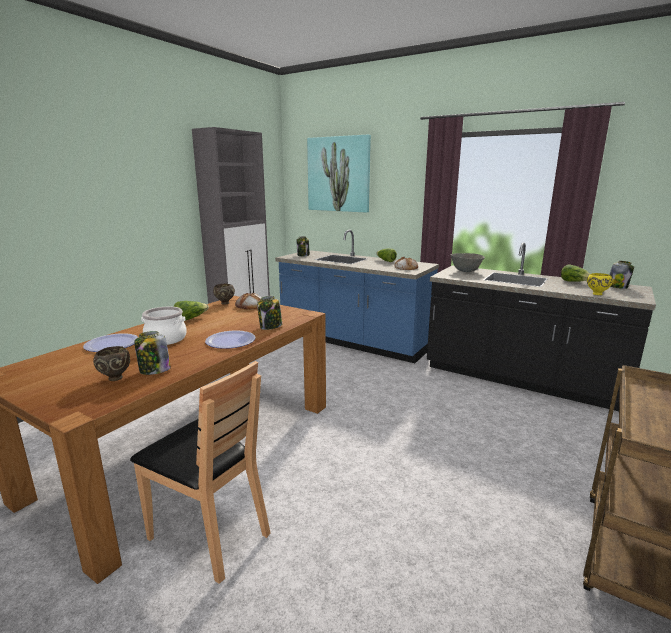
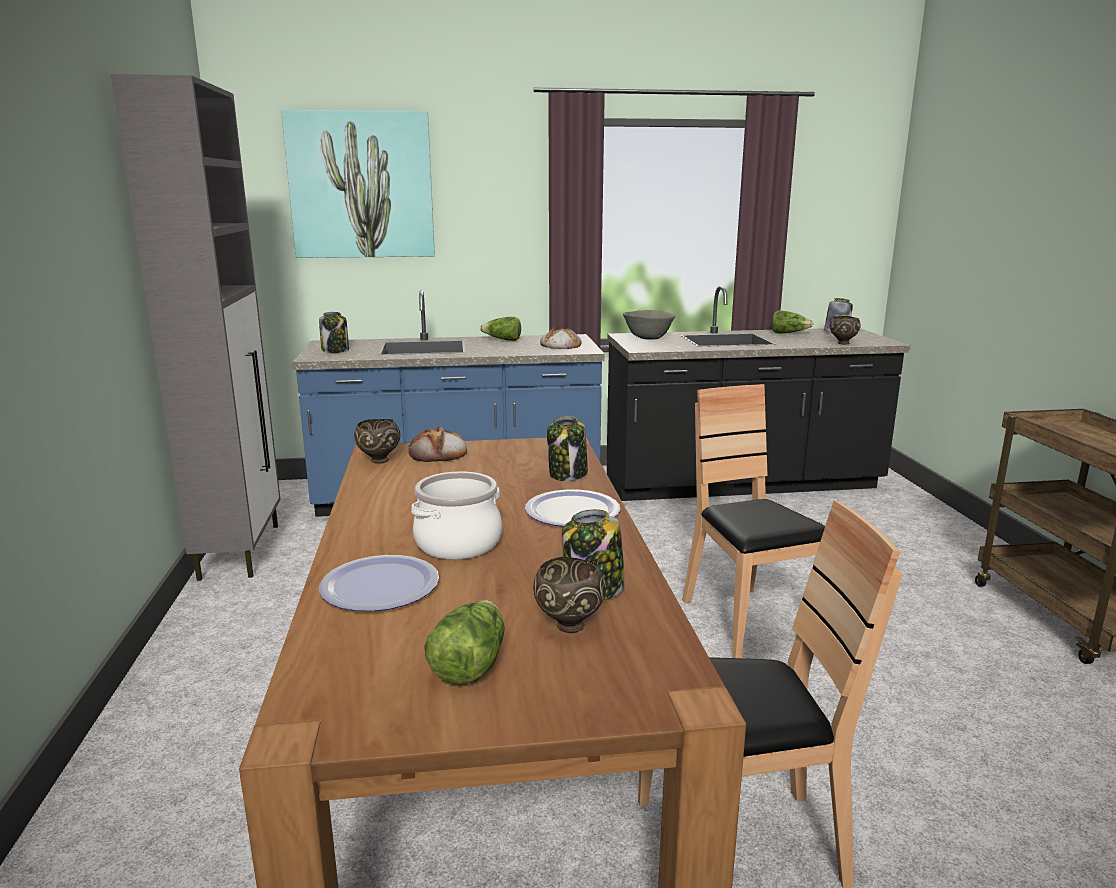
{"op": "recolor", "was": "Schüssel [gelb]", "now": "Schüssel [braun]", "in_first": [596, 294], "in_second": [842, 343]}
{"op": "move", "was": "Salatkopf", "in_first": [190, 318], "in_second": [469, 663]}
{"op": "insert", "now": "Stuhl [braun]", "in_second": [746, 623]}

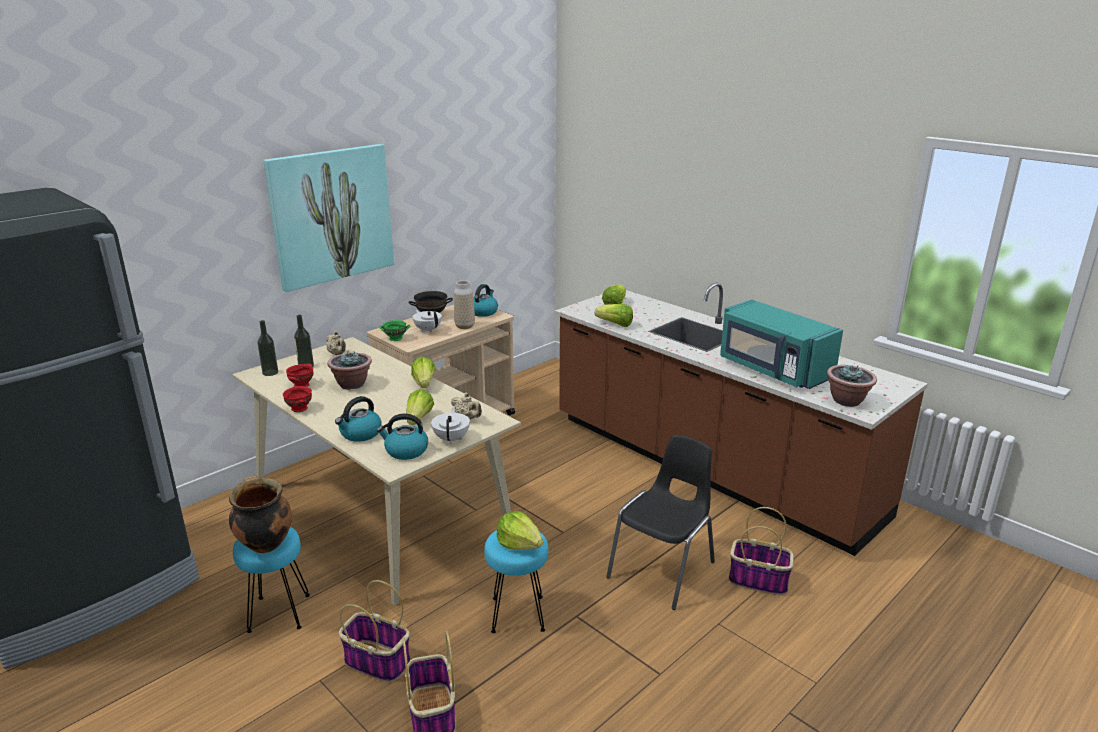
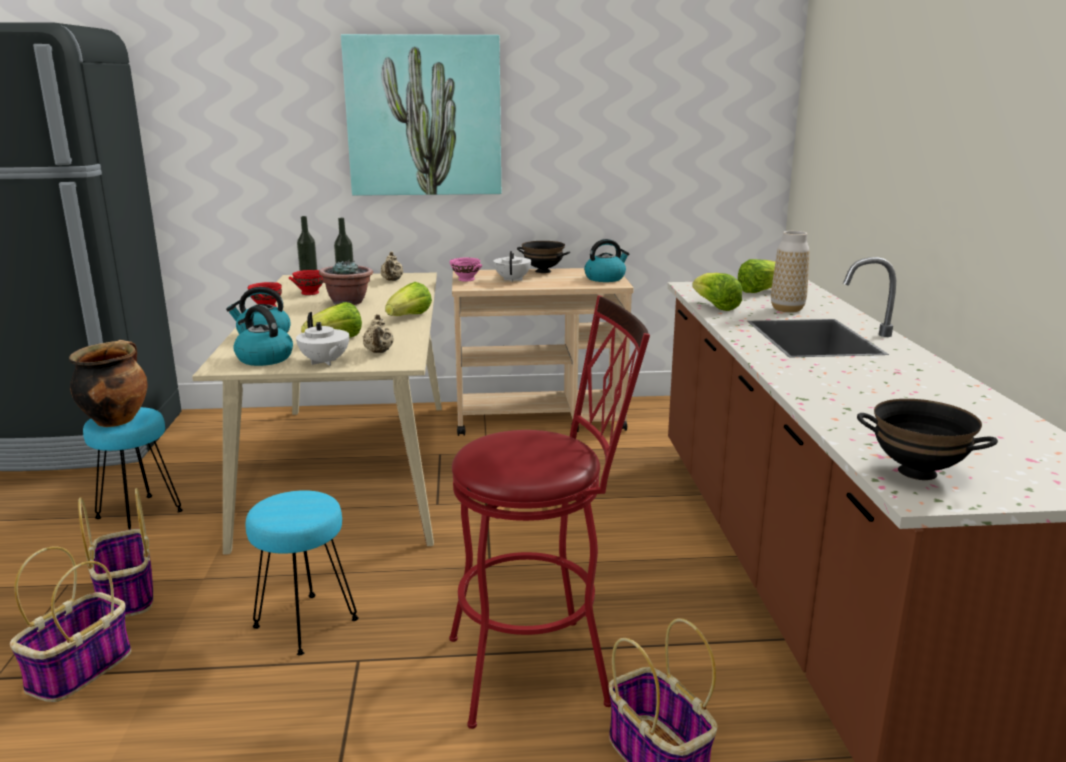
{"op": "move", "was": "Vase", "in_first": [464, 326], "in_second": [787, 309]}
{"op": "delete", "was": "Mikrowelle [türkis]", "in_first": [772, 369]}
{"op": "recolor", "was": "Schüssel [grün]", "now": "Schüssel [rosa]", "in_first": [396, 338], "in_second": [466, 279]}
{"op": "replace", "was": "Topfpflanze", "now": "Schüssel [schwarz]", "in_first": [847, 401], "in_second": [918, 472]}
{"op": "rotate", "was": "Teekanne [weiß]", "in_first": [452, 439], "in_second": [324, 362], "clockwise": 105}
{"op": "replace", "was": "Stuhl [schwarz]", "now": "Hocker [rot]", "in_first": [663, 569], "in_second": [542, 668]}
{"op": "delete", "was": "Salatkopf", "in_first": [519, 544]}

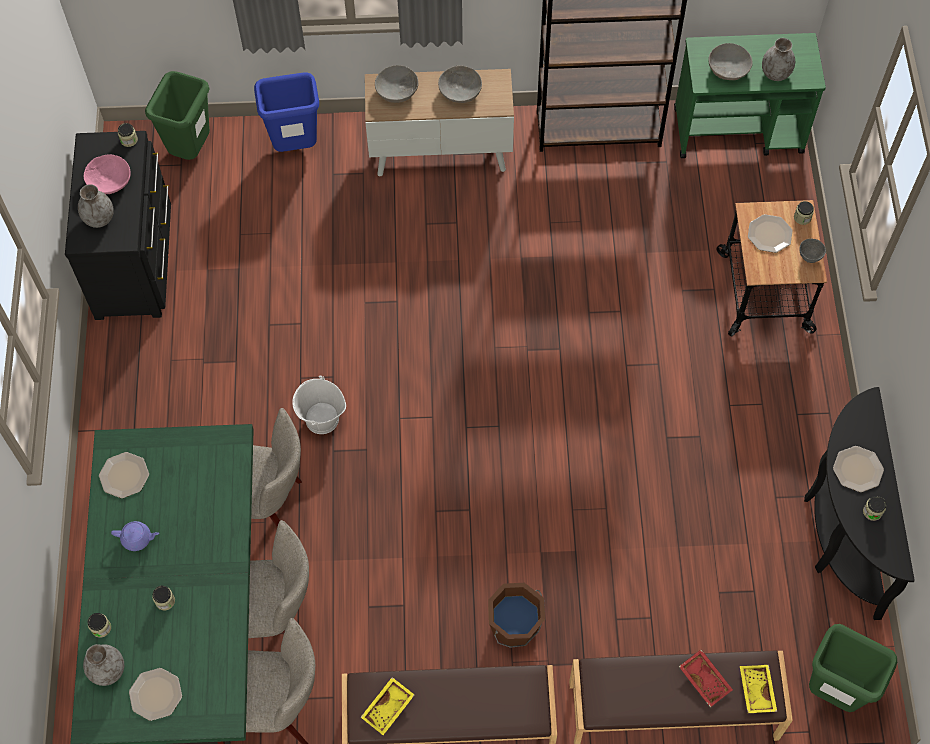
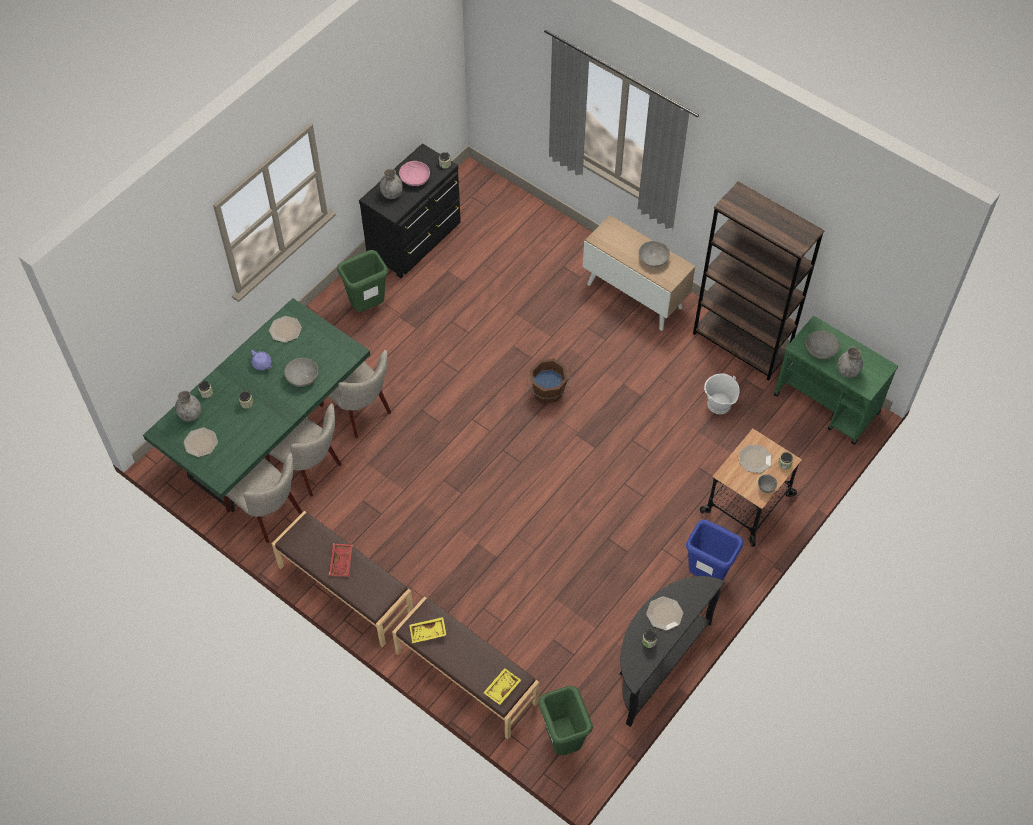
{"op": "move", "was": "Schüssel [grau]", "in_first": [397, 91], "in_second": [302, 377]}
{"op": "move", "was": "Mülleimer [grün]", "in_first": [191, 150], "in_second": [368, 306]}
{"op": "move", "was": "Mülleimer [blau]", "in_first": [296, 147], "in_second": [707, 575]}
{"op": "move", "was": "Eimer [weiß]", "in_first": [321, 419], "in_second": [718, 404]}
{"op": "move", "was": "Eimer [braun]", "in_first": [515, 626], "in_second": [548, 392]}
{"op": "move", "was": "Tablett [rot]", "in_first": [705, 679], "in_second": [342, 562]}
{"op": "move", "was": "Tablett [gelb]", "in_first": [388, 708], "in_second": [428, 633]}

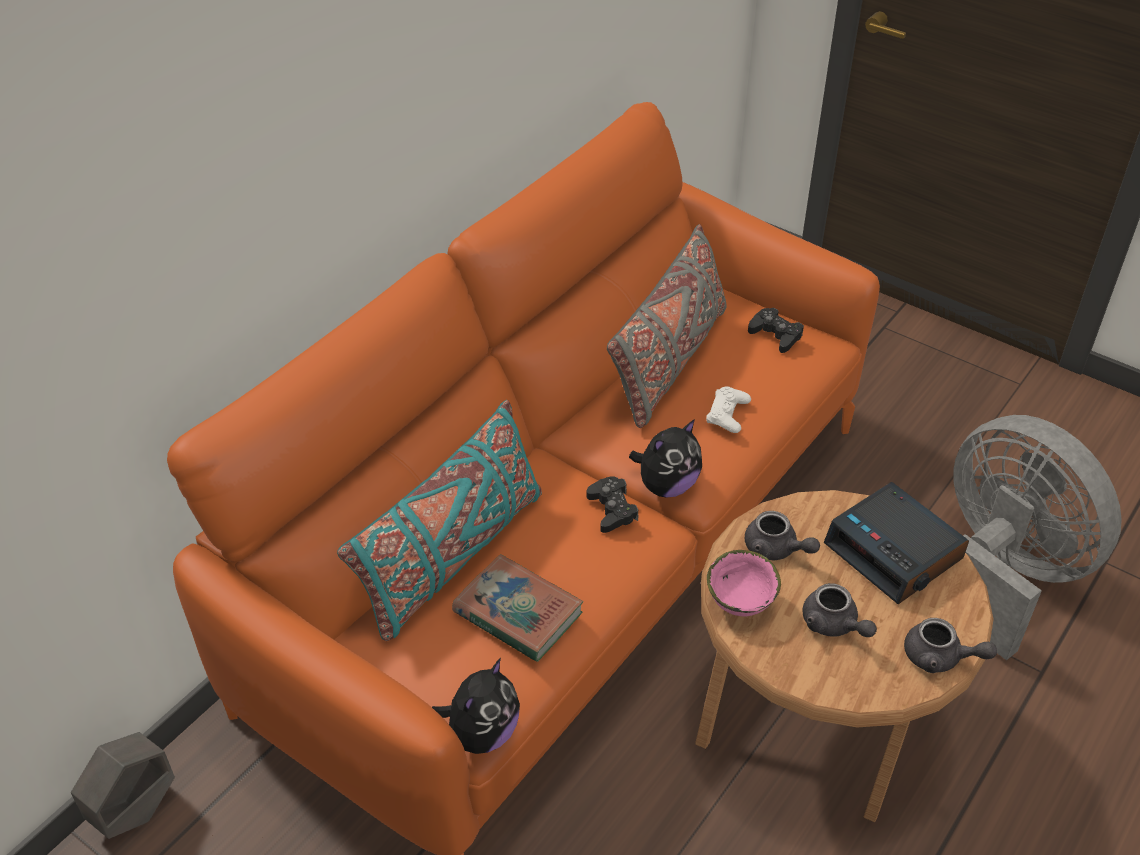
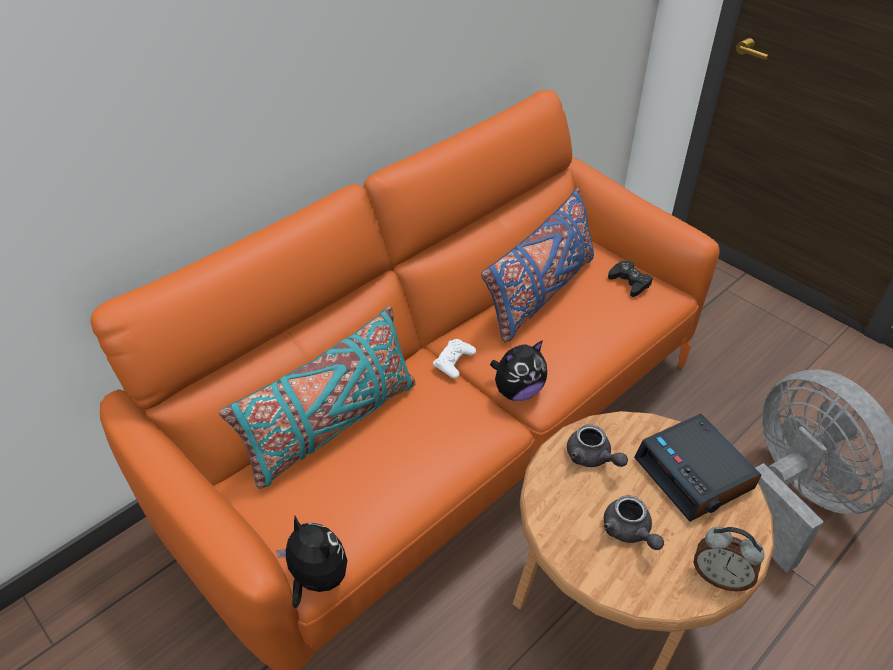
{"op": "recolor", "was": "Kissen [grau]", "now": "Kissen [blau]", "in_first": [668, 363], "in_second": [539, 294]}
{"op": "move", "was": "Gamepad [weiß]", "in_first": [728, 414], "in_second": [454, 361]}
{"op": "delete", "was": "Gamepad [schwarz]", "in_first": [612, 510]}
{"op": "delete", "was": "Schüssel [rosa]", "in_first": [741, 603]}
{"op": "delete", "was": "Buch", "in_first": [517, 613]}
{"op": "replace", "was": "Teekanne [grau]", "now": "Wecker", "in_first": [940, 658], "in_second": [719, 577]}
{"op": "rotate", "was": "Plüschtier", "in_first": [481, 733], "in_second": [316, 579], "clockwise": -90}
{"op": "delete", "was": "Pflanzkübel [grau]", "in_first": [136, 811]}

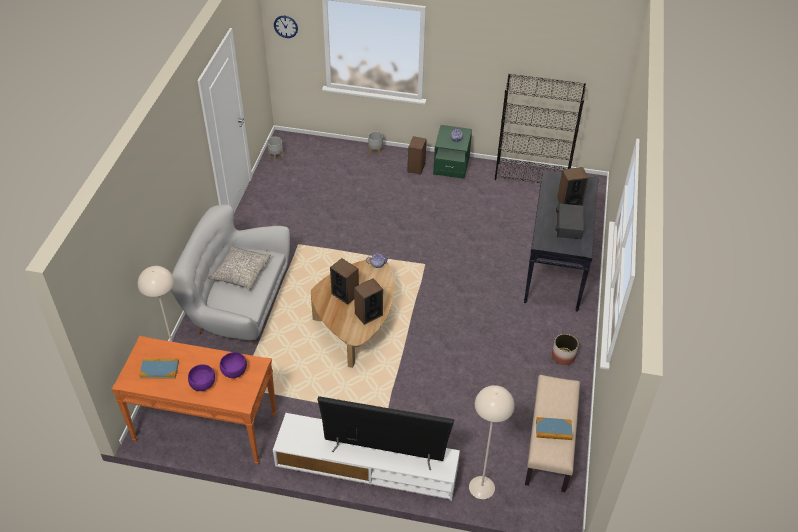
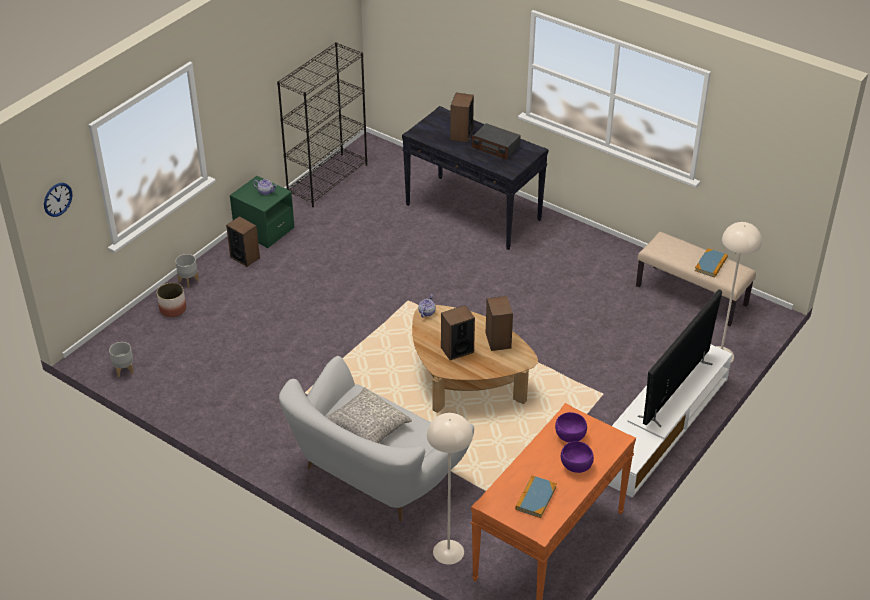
{"op": "move", "was": "Pflanzkübel", "in_first": [563, 356], "in_second": [173, 309]}

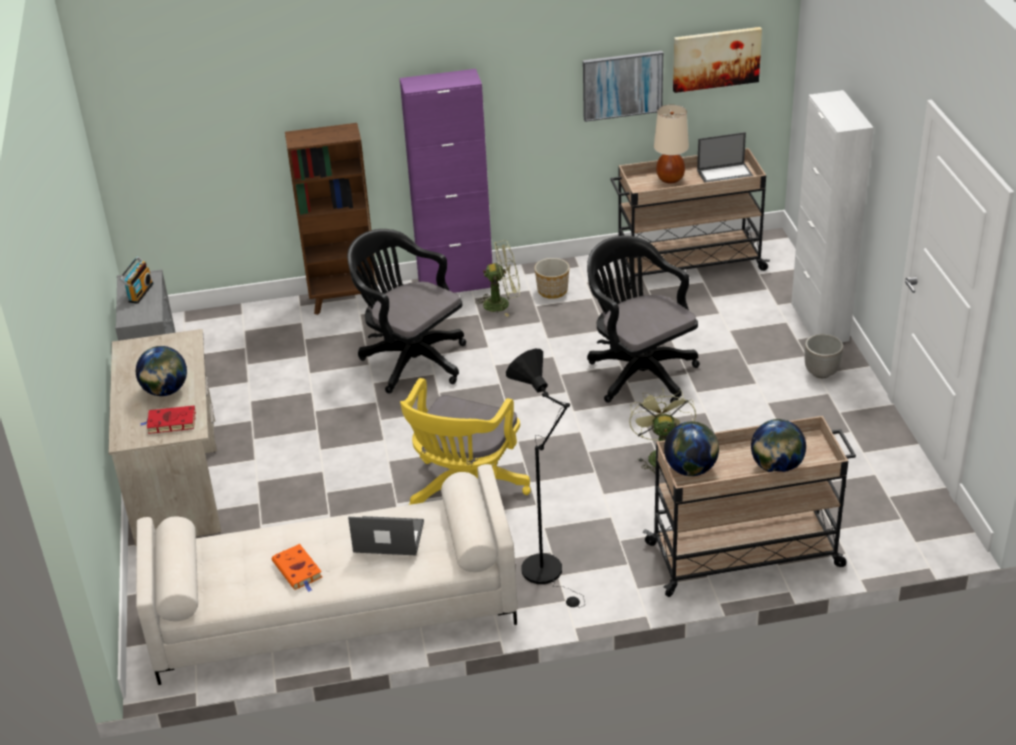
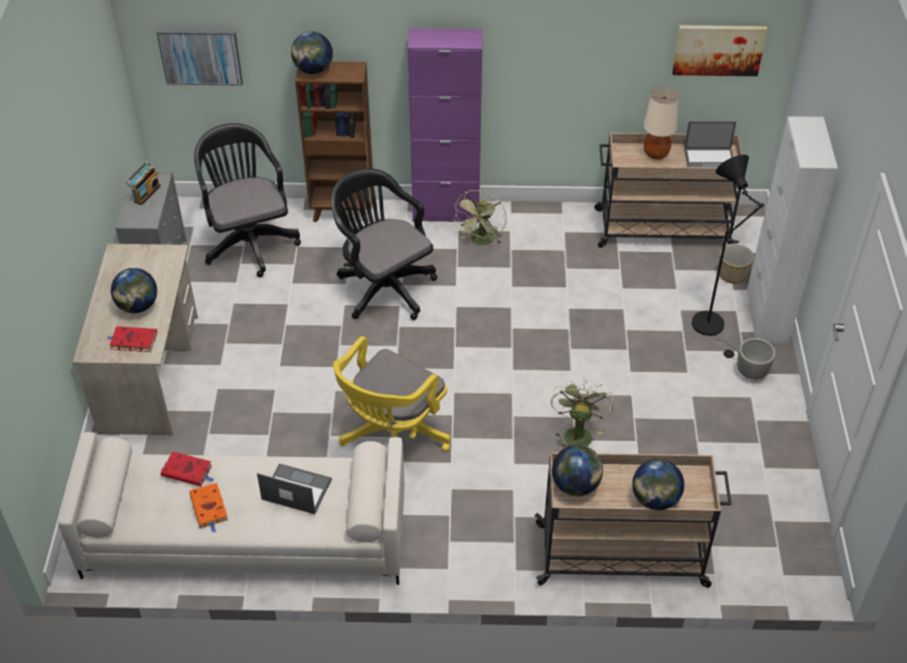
{"op": "move", "was": "Bild", "in_first": [622, 85], "in_second": [200, 56]}
{"op": "move", "was": "Bürostuhl [schwarz]", "in_first": [638, 372], "in_second": [249, 241]}
{"op": "rotate", "was": "Ventilator [grün]", "in_first": [502, 303], "in_second": [481, 241], "clockwise": 105}
{"op": "move", "was": "Pflanzkübel", "in_first": [553, 290], "in_second": [732, 274]}
{"op": "move", "was": "Stehlampe [schwarz]", "in_first": [548, 574], "in_second": [712, 328]}
{"op": "insert", "now": "Globus", "in_second": [313, 70]}
{"op": "insert", "now": "Buch [rot]", "in_second": [188, 471]}

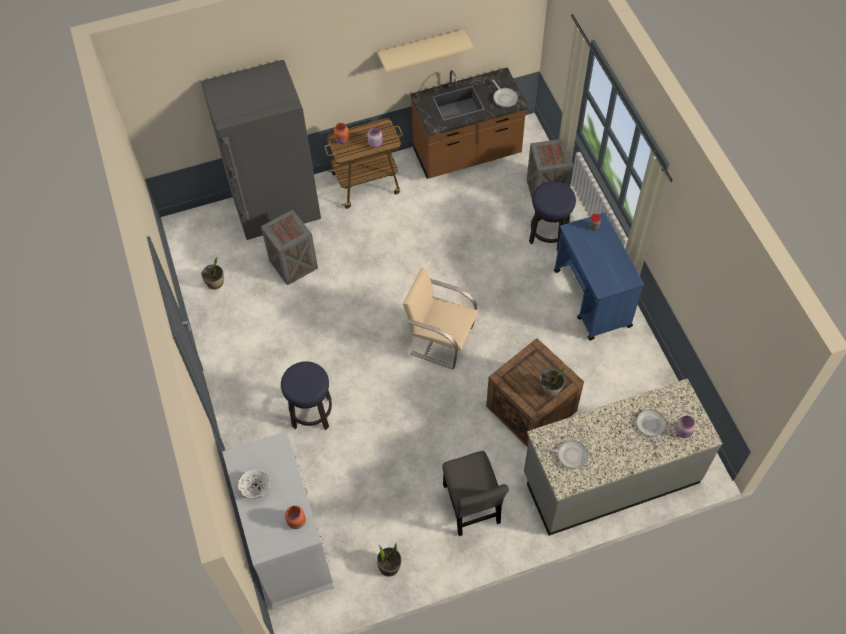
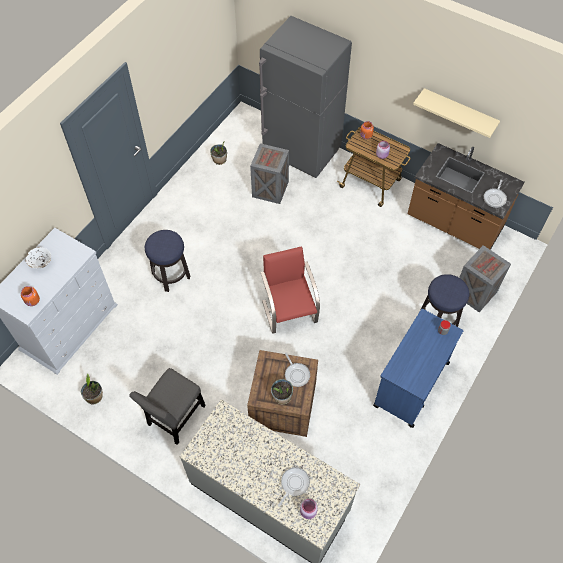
{"op": "recolor", "was": "Stuhl [beige]", "now": "Stuhl [rot]", "in_first": [441, 339], "in_second": [289, 310]}
{"op": "move", "was": "Pfanne", "in_first": [570, 455], "in_second": [296, 374]}

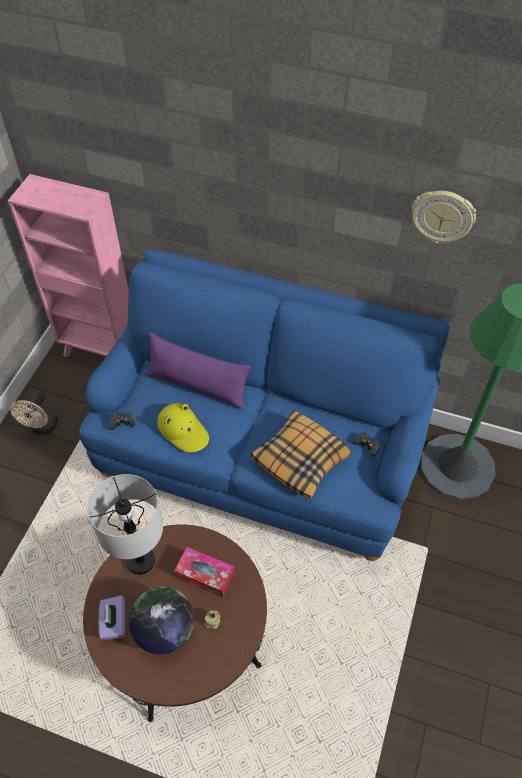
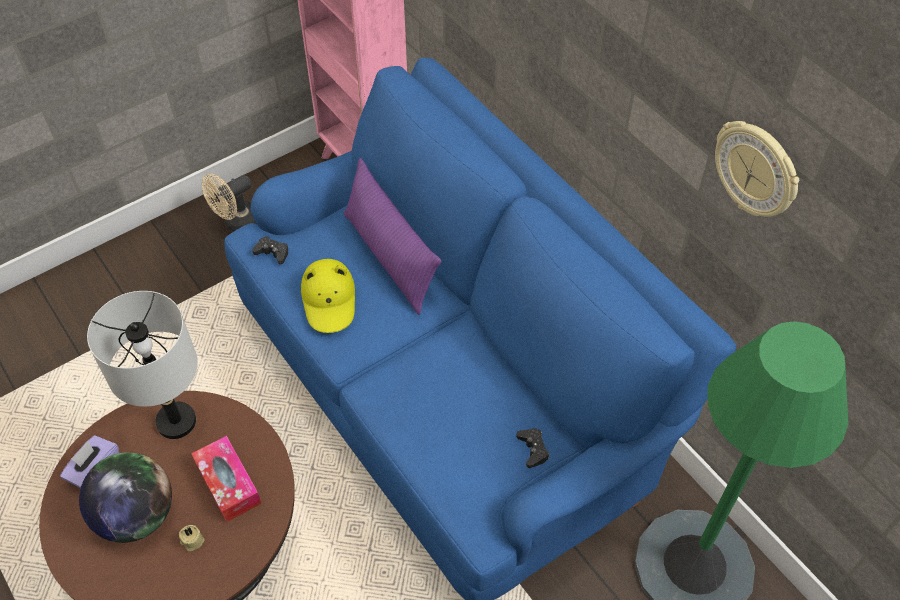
{"op": "delete", "was": "Kissen", "in_first": [301, 459]}

